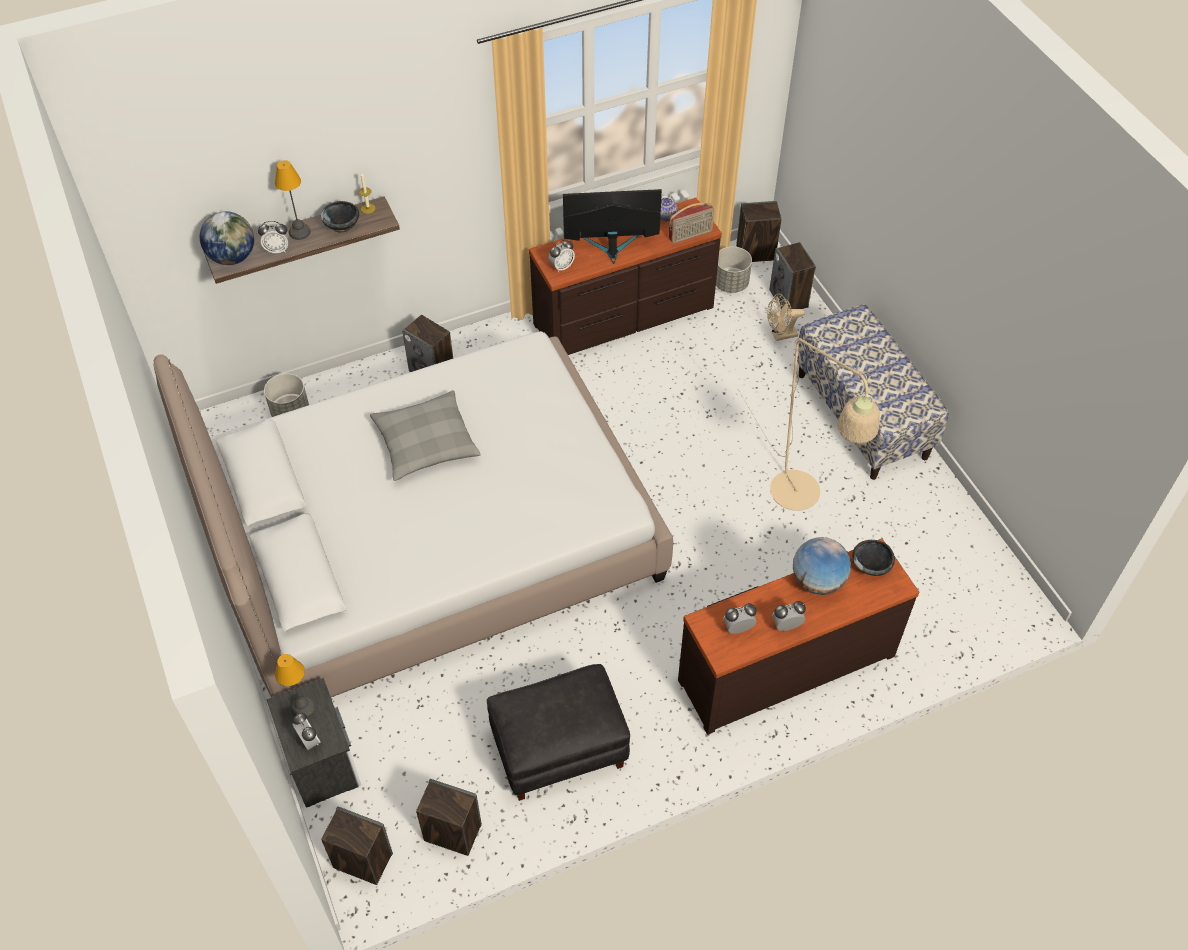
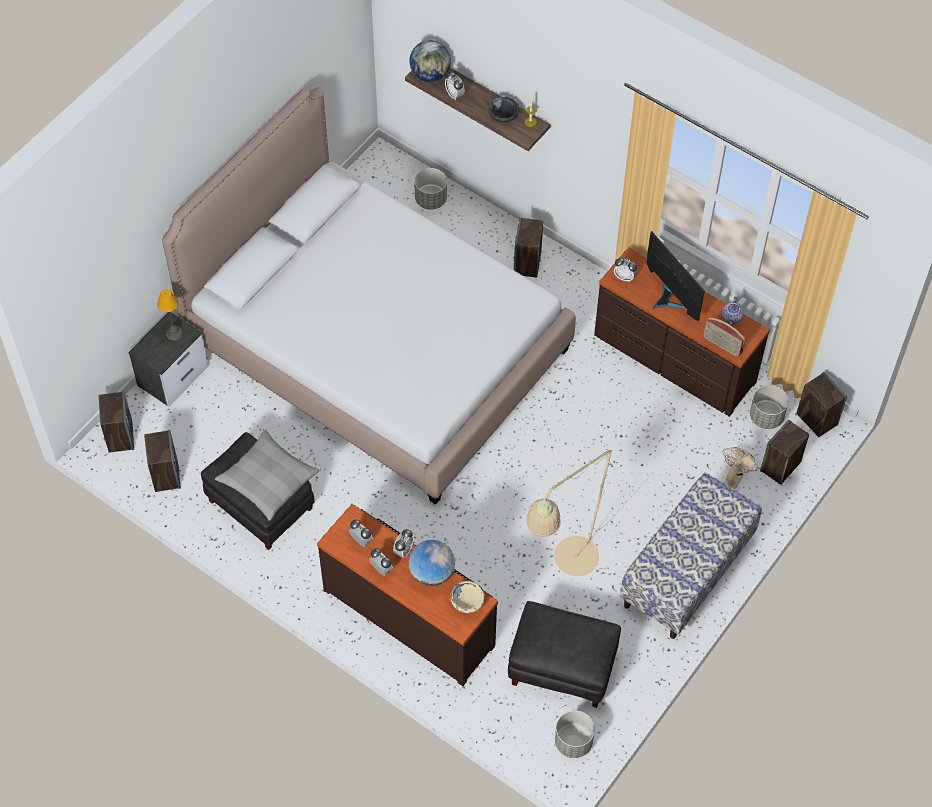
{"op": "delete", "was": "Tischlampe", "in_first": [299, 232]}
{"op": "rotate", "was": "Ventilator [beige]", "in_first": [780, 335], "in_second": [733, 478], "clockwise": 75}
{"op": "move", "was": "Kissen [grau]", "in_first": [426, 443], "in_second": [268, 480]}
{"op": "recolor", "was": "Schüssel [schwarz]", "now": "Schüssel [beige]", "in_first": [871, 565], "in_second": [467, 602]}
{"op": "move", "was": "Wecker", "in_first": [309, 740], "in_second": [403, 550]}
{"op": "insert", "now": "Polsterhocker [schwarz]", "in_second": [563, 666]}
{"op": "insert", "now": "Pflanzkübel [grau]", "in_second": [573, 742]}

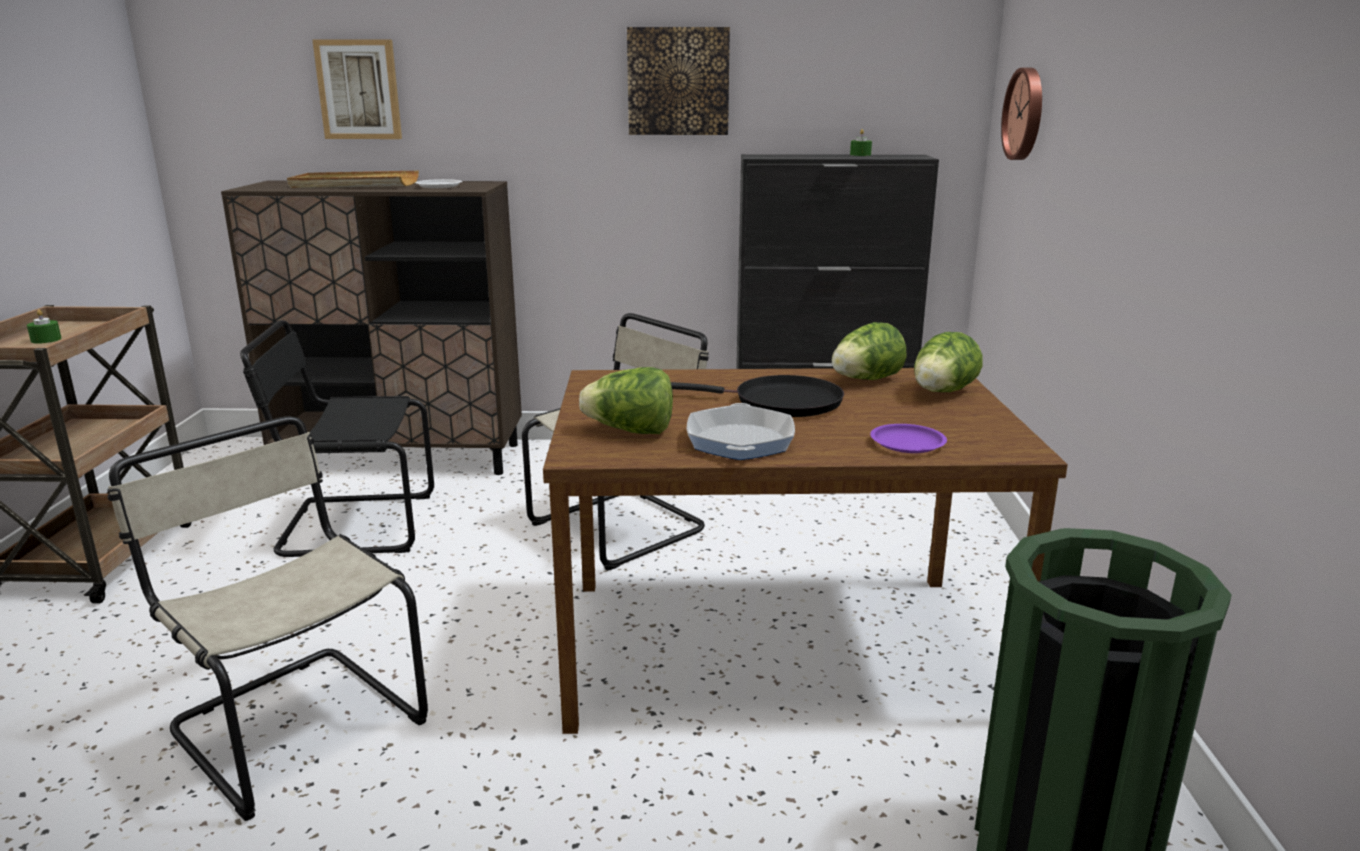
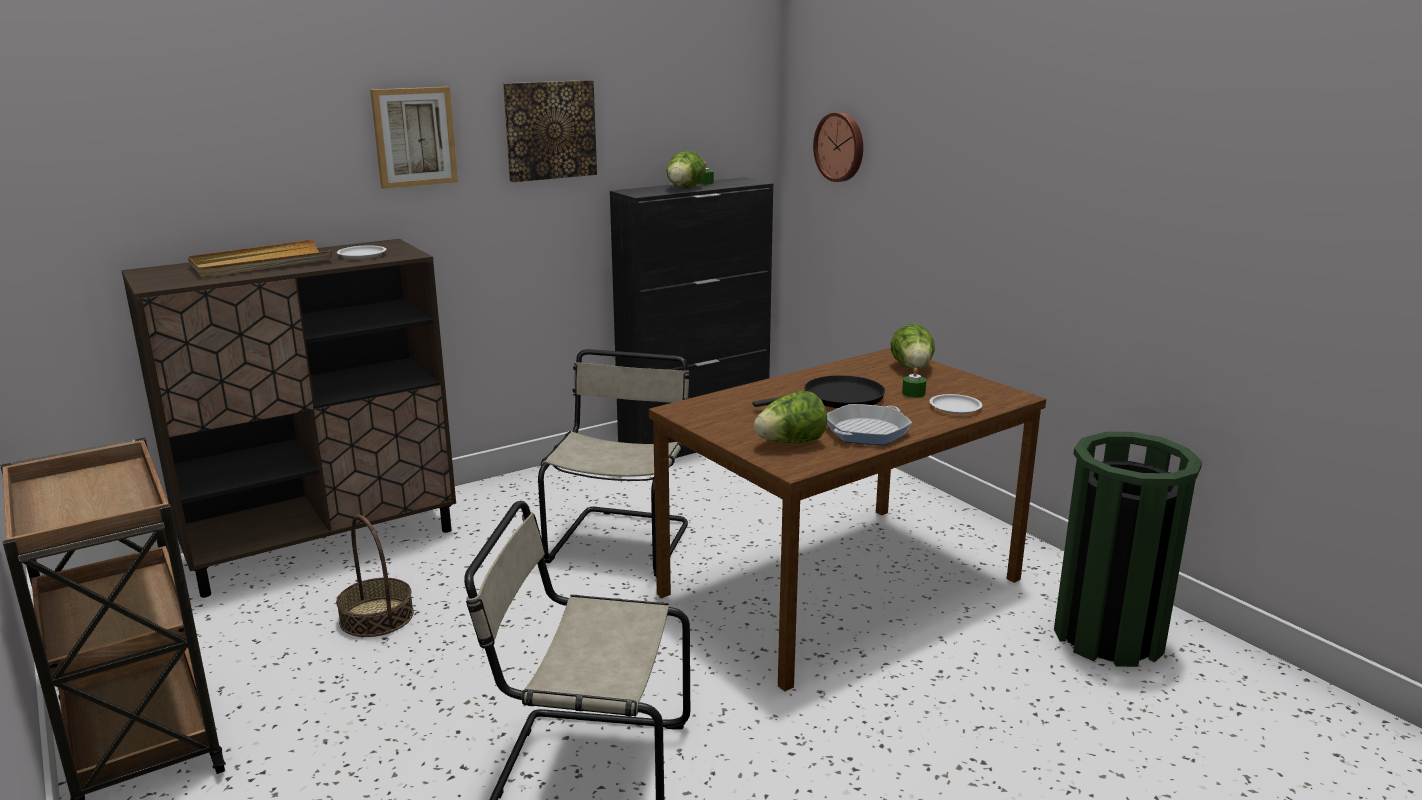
{"op": "move", "was": "Bild", "in_first": [359, 90], "in_second": [414, 137]}
{"op": "move", "was": "Kerze [grün]", "in_first": [46, 340], "in_second": [913, 393]}
{"op": "replace", "was": "Stuhl [schwarz]", "now": "Korb", "in_first": [352, 525], "in_second": [376, 617]}
{"op": "move", "was": "Salatkopf", "in_first": [865, 380], "in_second": [684, 188]}
{"op": "rotate", "was": "Pfanne", "in_first": [740, 441], "in_second": [867, 431], "clockwise": -105}
{"op": "recolor", "was": "Teller [lila]", "now": "Teller [weiß]", "in_first": [907, 443], "in_second": [955, 407]}

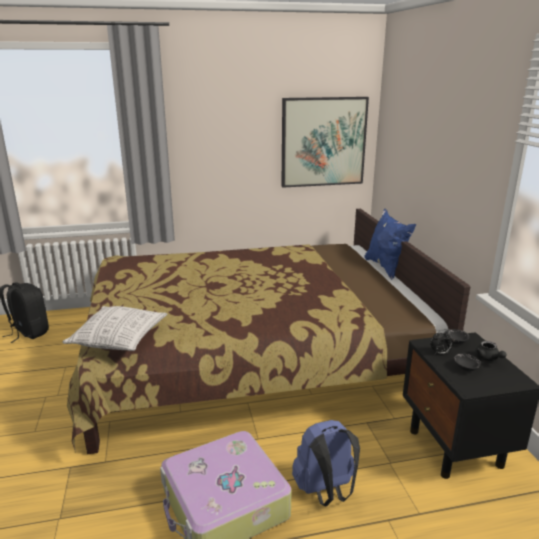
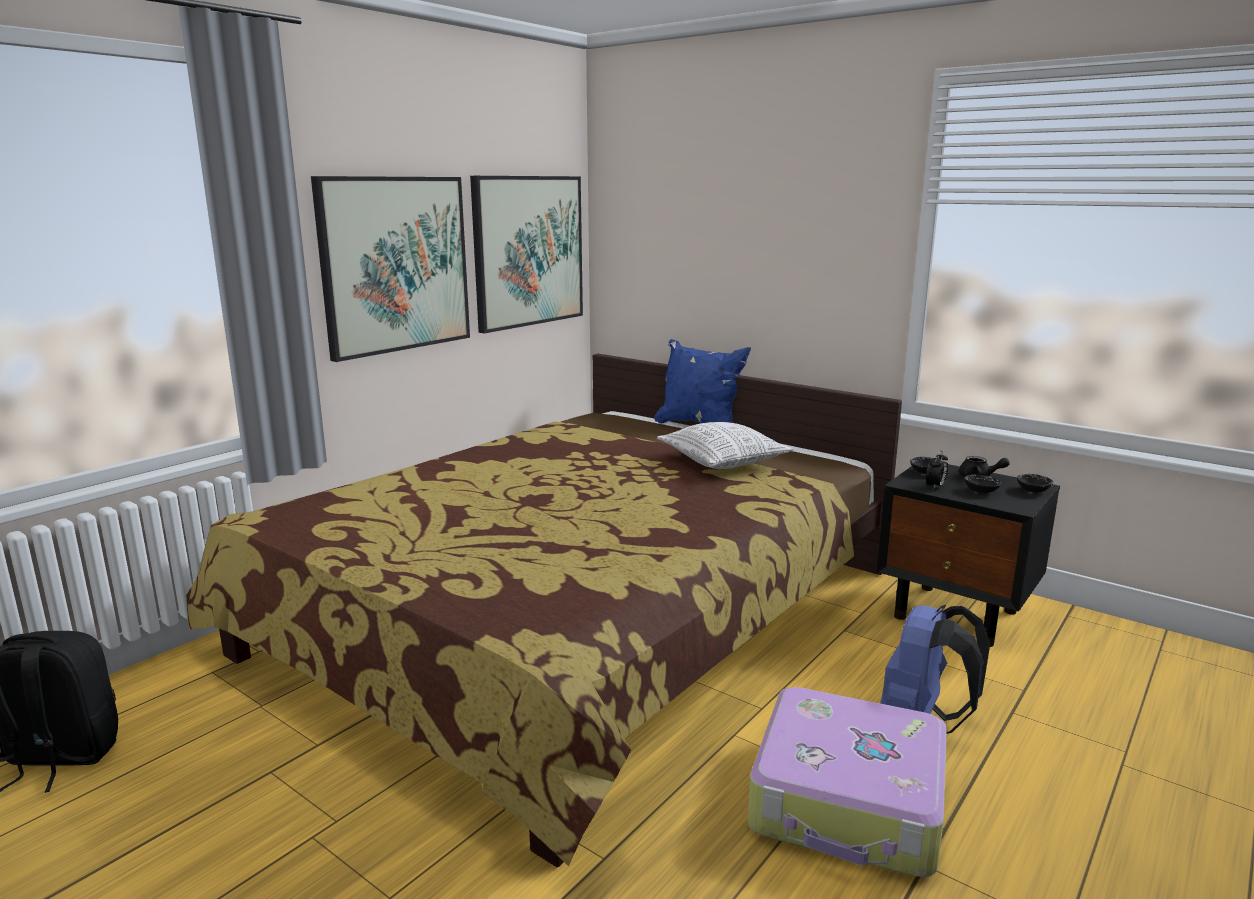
{"op": "move", "was": "Kissen", "in_first": [118, 339], "in_second": [723, 461]}
{"op": "insert", "now": "Bild", "in_second": [395, 264]}
{"op": "insert", "now": "Schüssel [schwarz]", "in_second": [1033, 491]}

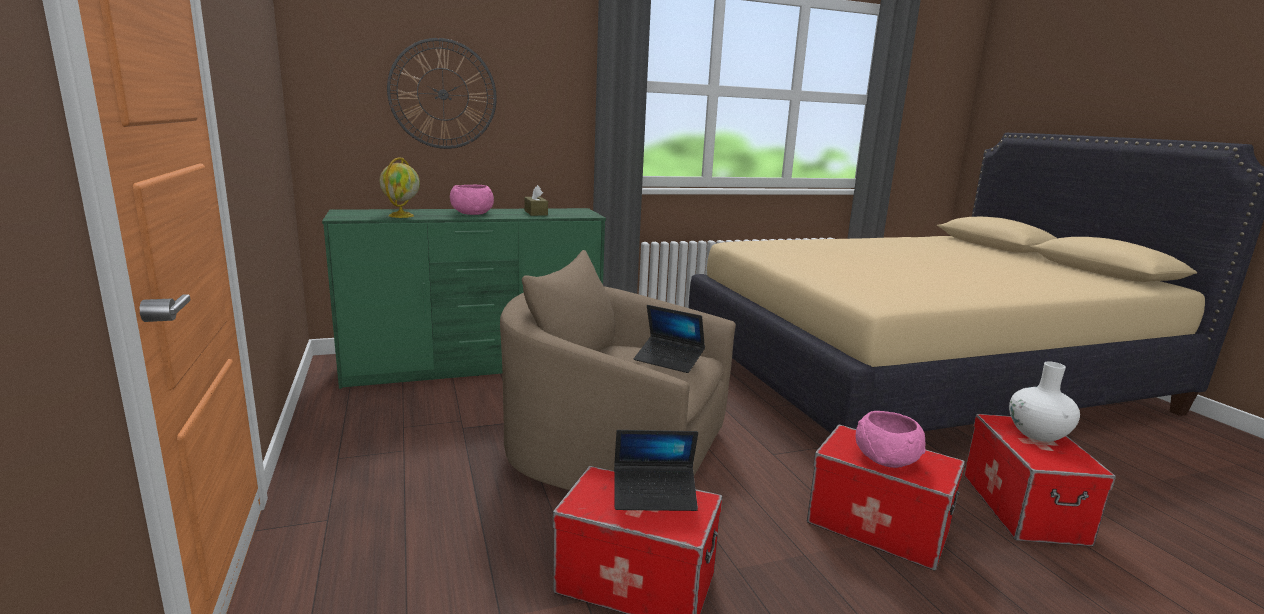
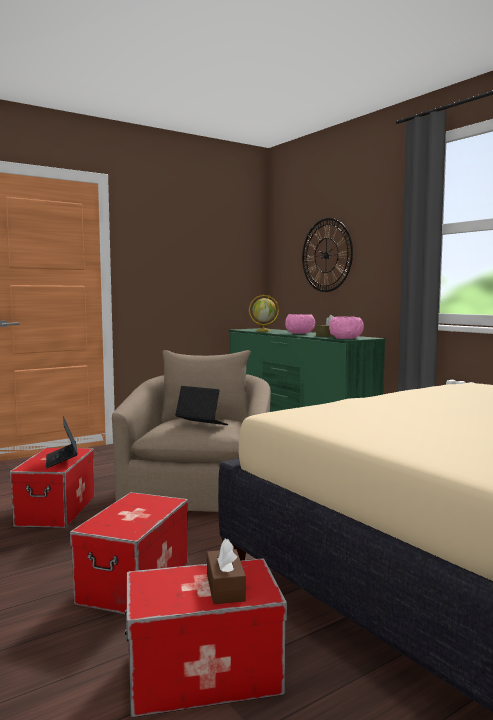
{"op": "rotate", "was": "Laptop", "in_first": [669, 360], "in_second": [201, 425], "clockwise": 105}
{"op": "replace", "was": "Vase [weiß]", "now": "Taschentuchbox [braun]", "in_first": [1037, 434], "in_second": [225, 587]}
{"op": "move", "was": "Schüssel [rosa]", "in_first": [886, 458], "in_second": [346, 338]}

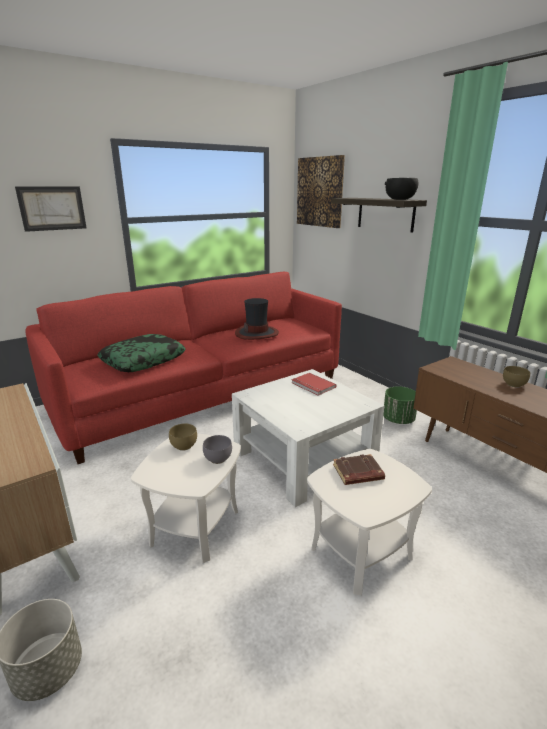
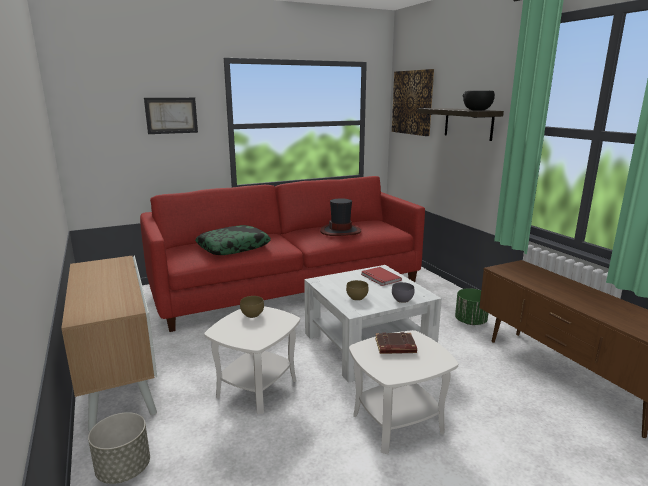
{"op": "move", "was": "Schüssel [braun]", "in_first": [514, 385], "in_second": [357, 298]}
{"op": "move", "was": "Schüssel [grau]", "in_first": [217, 459], "in_second": [401, 300]}

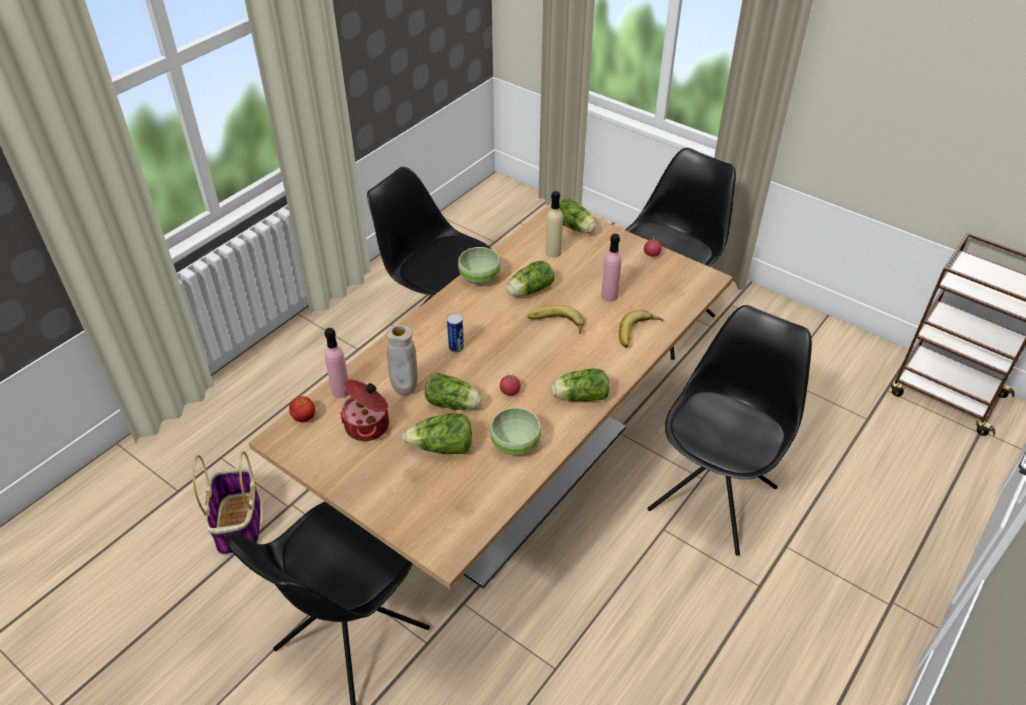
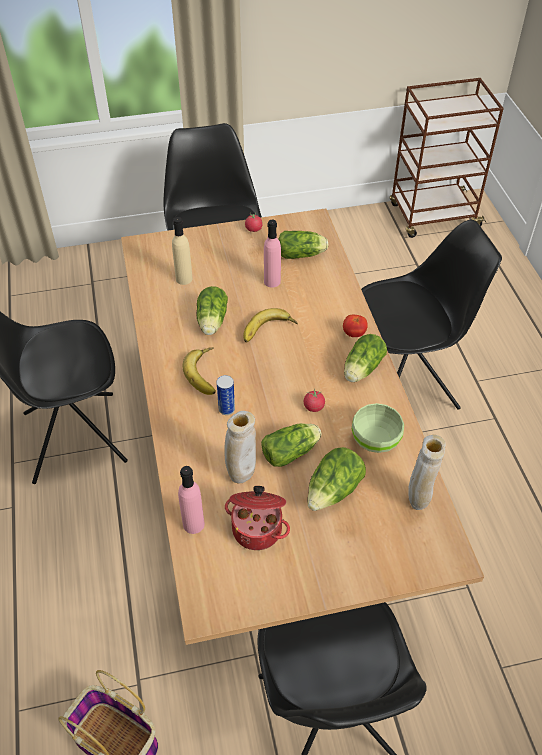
{"op": "move", "was": "Salatkopf", "in_first": [575, 228], "in_second": [302, 254]}
{"op": "delete", "was": "Schüssel [grün]", "in_first": [479, 278]}
{"op": "rotate", "was": "Stuhl [schwarz]", "in_first": [714, 497], "in_second": [404, 386], "clockwise": 90}
{"op": "move", "was": "Banane", "in_first": [639, 333], "in_second": [206, 373]}
{"op": "move", "was": "Tomate", "in_first": [304, 417], "in_second": [354, 333]}
{"op": "insert", "now": "Vase [beige]", "in_second": [417, 500]}

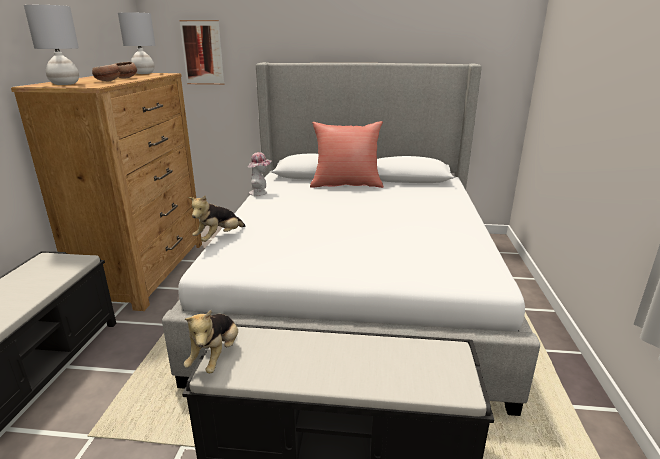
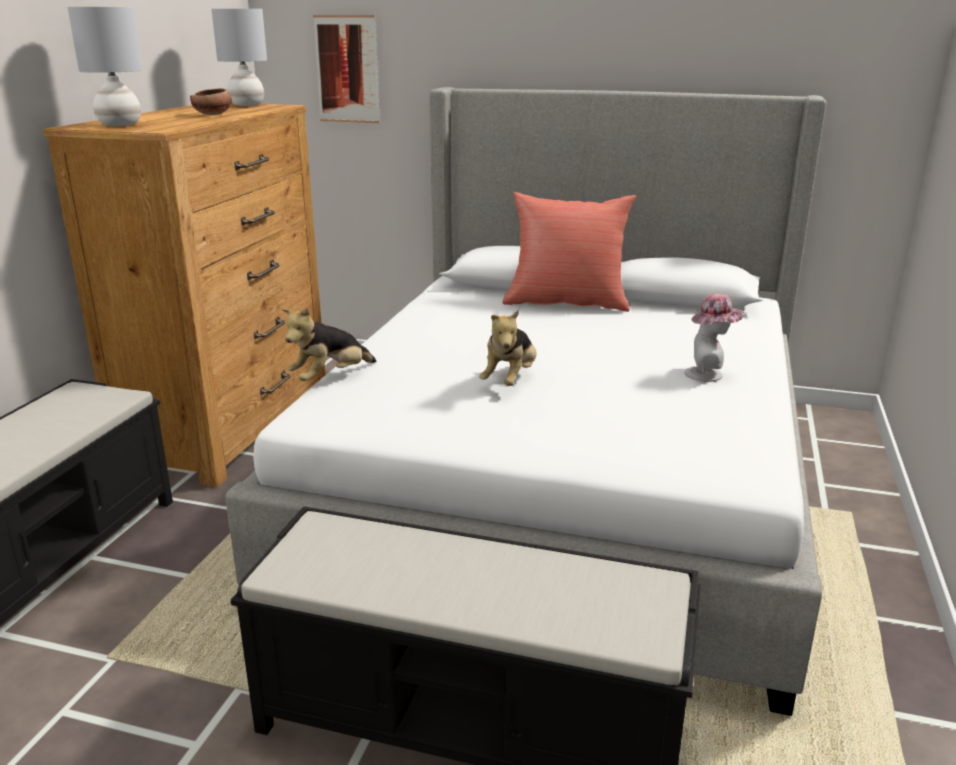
{"op": "delete", "was": "Schüssel", "in_first": [108, 81]}
{"op": "move", "was": "Hut", "in_first": [260, 192], "in_second": [708, 374]}
{"op": "move", "was": "Plüschtier", "in_first": [216, 356], "in_second": [510, 380]}

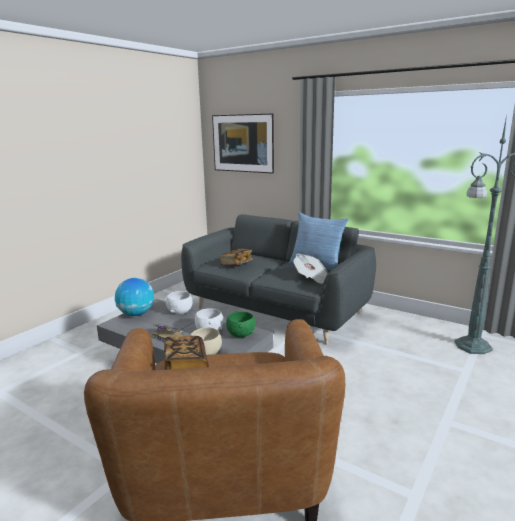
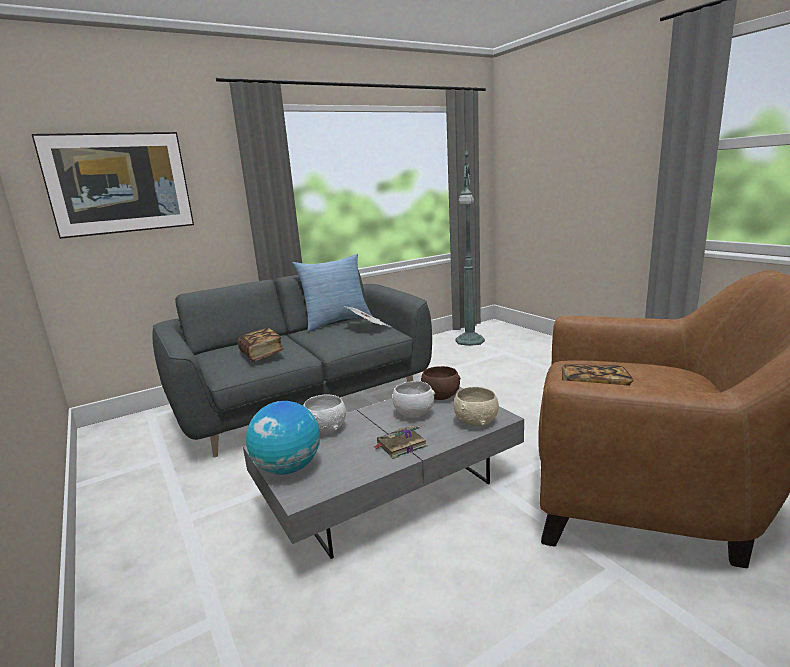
{"op": "recolor", "was": "Schüssel [grün]", "now": "Schüssel [braun]", "in_first": [241, 334], "in_second": [440, 396]}

